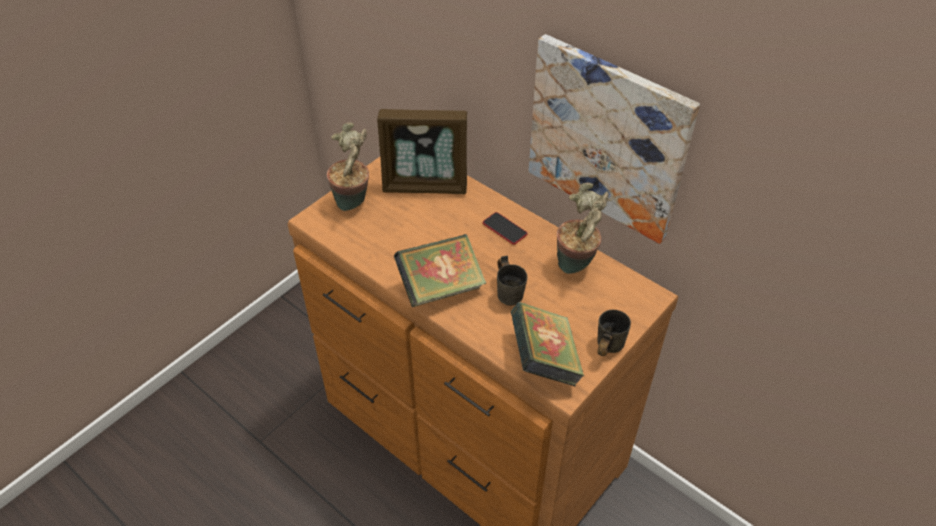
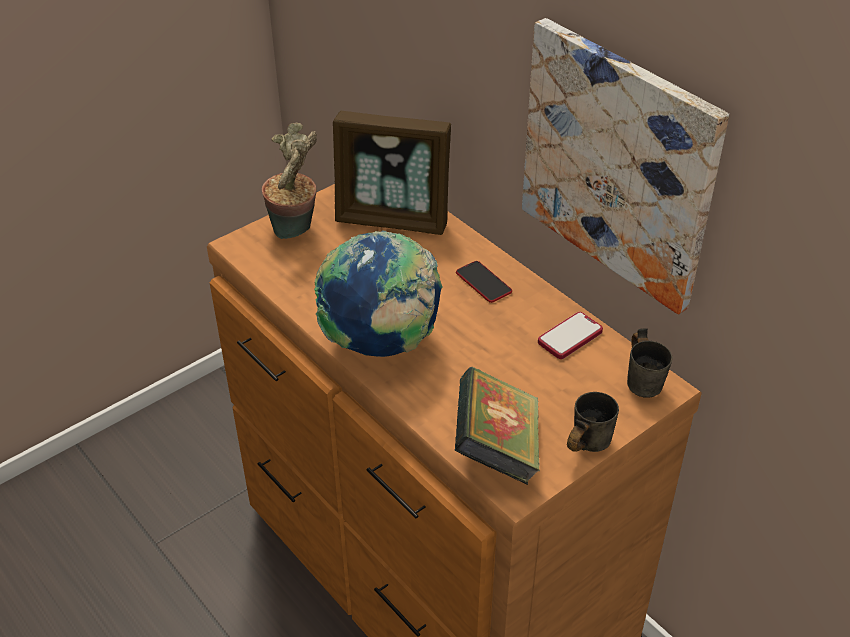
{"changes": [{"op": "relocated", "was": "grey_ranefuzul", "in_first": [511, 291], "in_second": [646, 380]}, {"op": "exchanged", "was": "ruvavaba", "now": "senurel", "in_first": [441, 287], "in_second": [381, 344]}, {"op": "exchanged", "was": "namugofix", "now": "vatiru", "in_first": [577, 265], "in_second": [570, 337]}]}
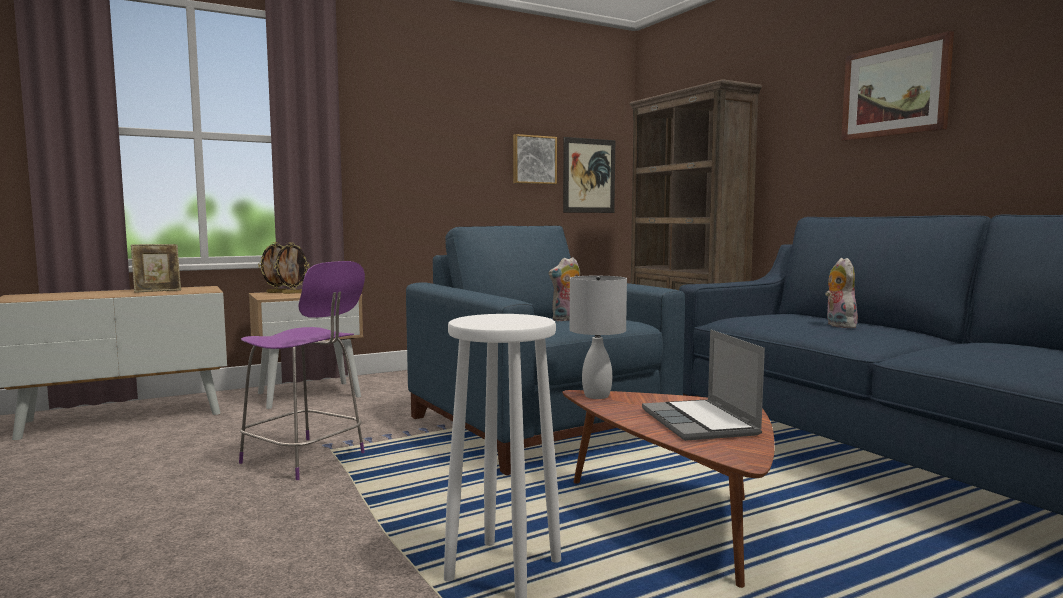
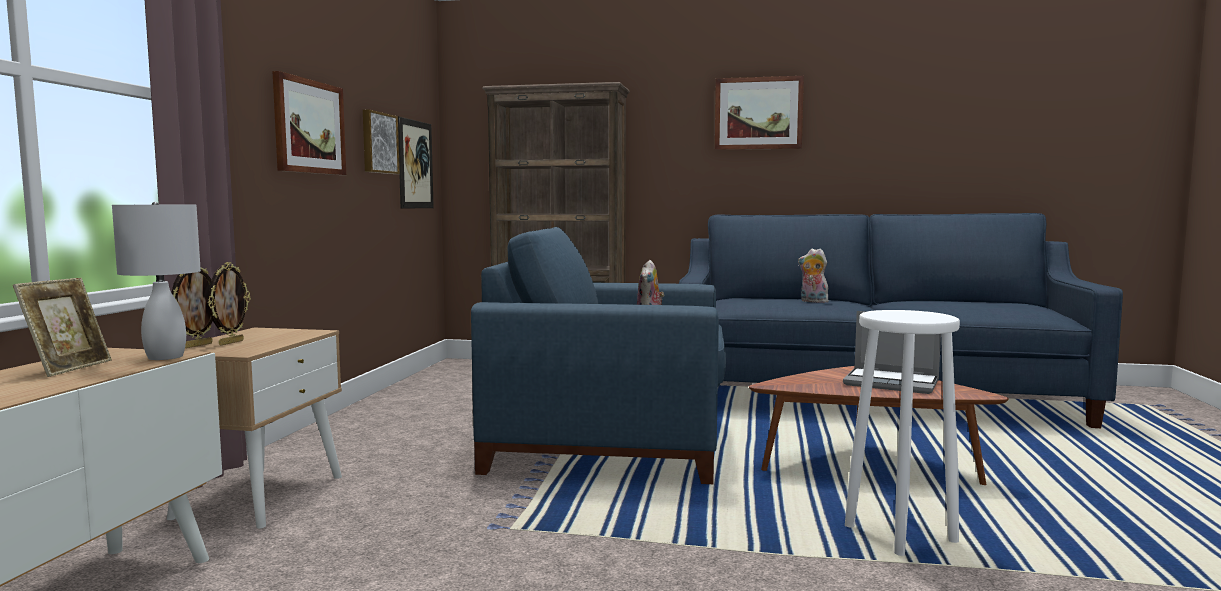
{"changes": [{"op": "missing", "was": "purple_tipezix", "in_first": [306, 459]}, {"op": "appeared", "now": "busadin", "in_second": [309, 127]}, {"op": "relocated", "was": "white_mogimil", "in_first": [597, 396], "in_second": [166, 357]}]}
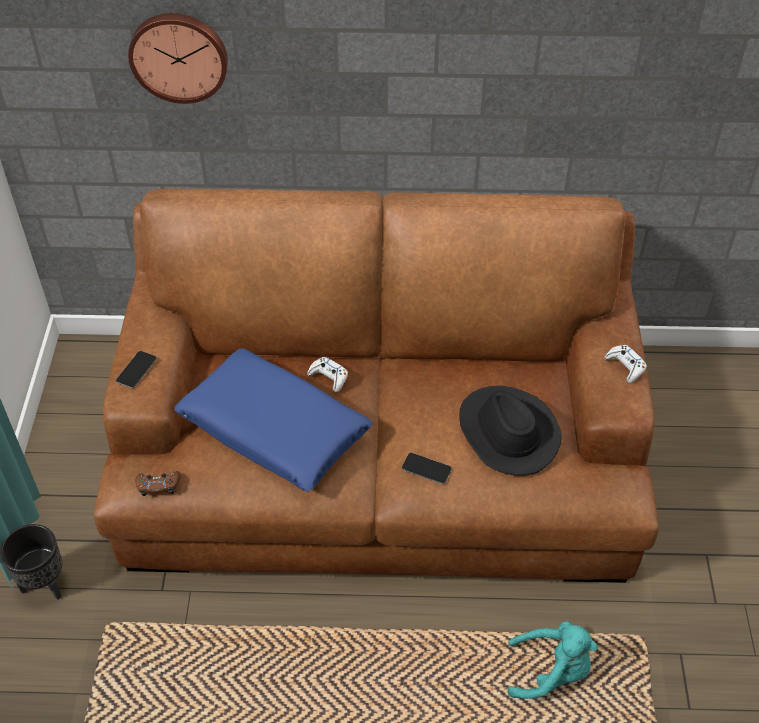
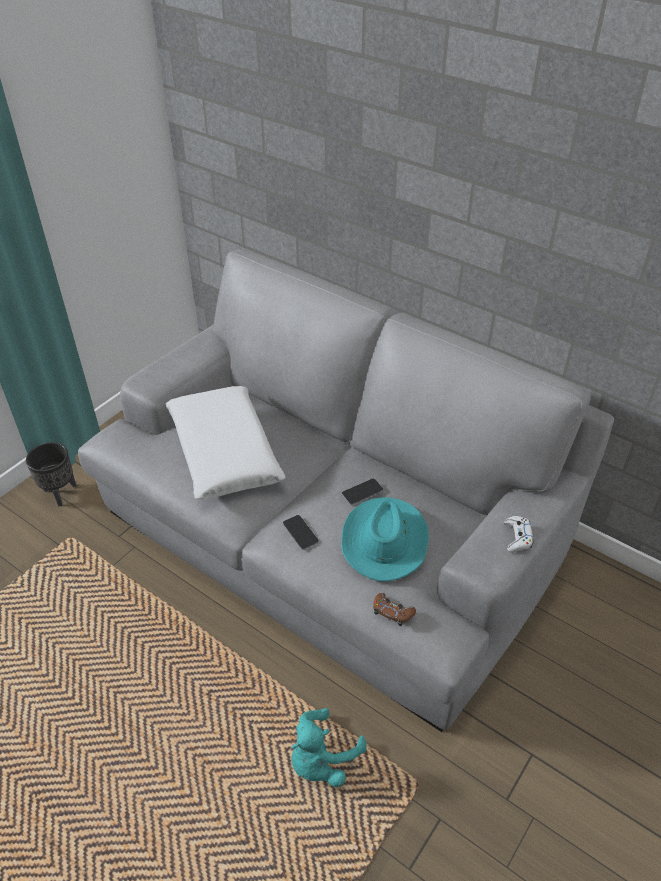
{"changes": [{"op": "missing", "was": "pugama", "in_first": [179, 56]}, {"op": "missing", "was": "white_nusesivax", "in_first": [329, 377]}, {"op": "relocated", "was": "vatiru", "in_first": [136, 370], "in_second": [362, 492]}, {"op": "relocated", "was": "brown_nusesivax", "in_first": [158, 485], "in_second": [392, 612]}, {"op": "colour", "was": "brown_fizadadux", "now": "grey_fizadadux", "in_first": [379, 457], "in_second": [331, 531]}, {"op": "colour", "was": "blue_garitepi", "now": "white_garitepi", "in_first": [273, 430], "in_second": [224, 452]}, {"op": "colour", "was": "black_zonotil", "now": "turquoise_zonotil", "in_first": [506, 432], "in_second": [384, 540]}, {"op": "spun", "was": "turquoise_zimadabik", "in_first": [551, 672], "in_second": [321, 760], "clockwise": 90}]}
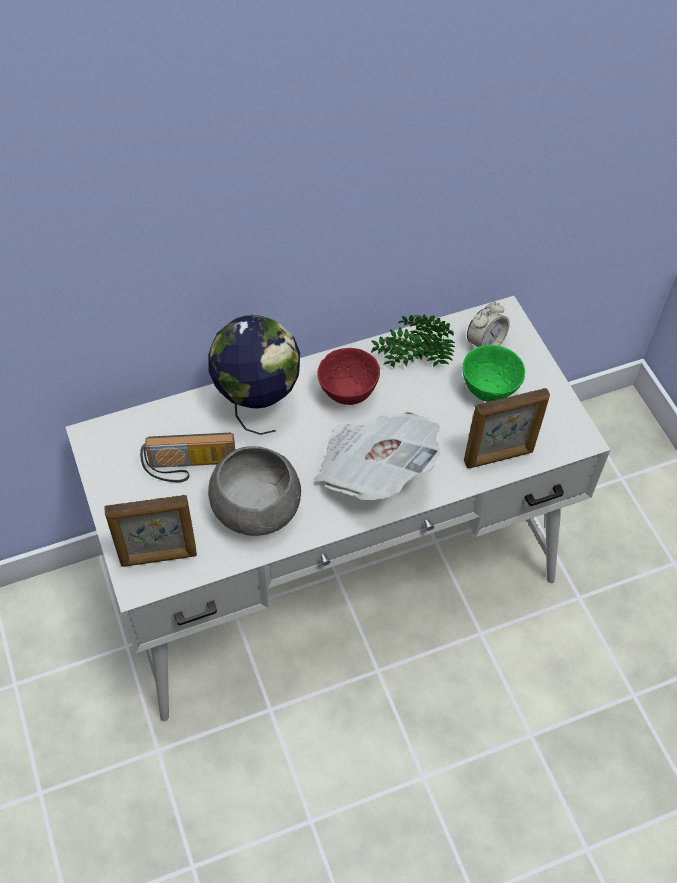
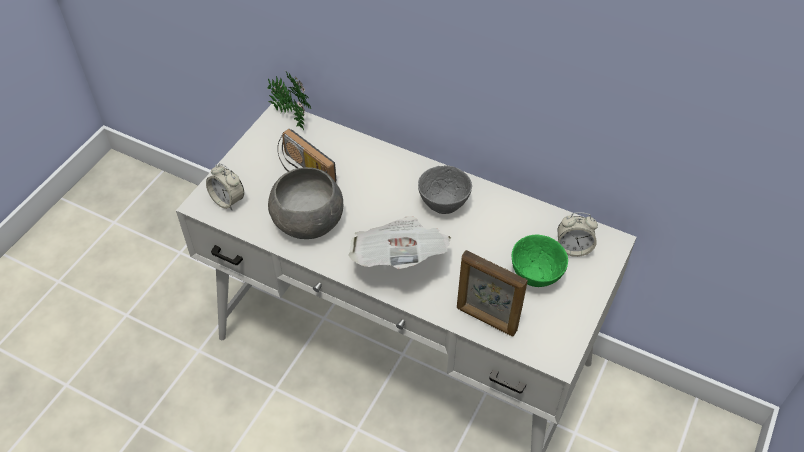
{"changes": [{"op": "missing", "was": "senurel", "in_first": [257, 403]}, {"op": "relocated", "was": "namugofix", "in_first": [411, 362], "in_second": [291, 116]}, {"op": "exchanged", "was": "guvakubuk", "now": "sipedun", "in_first": [159, 557], "in_second": [228, 200]}, {"op": "colour", "was": "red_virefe", "now": "grey_virefe", "in_first": [349, 394], "in_second": [443, 206]}]}
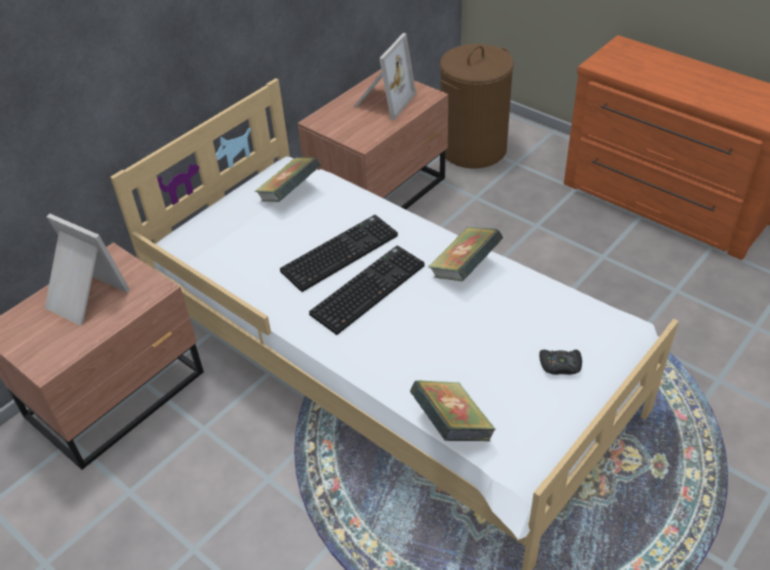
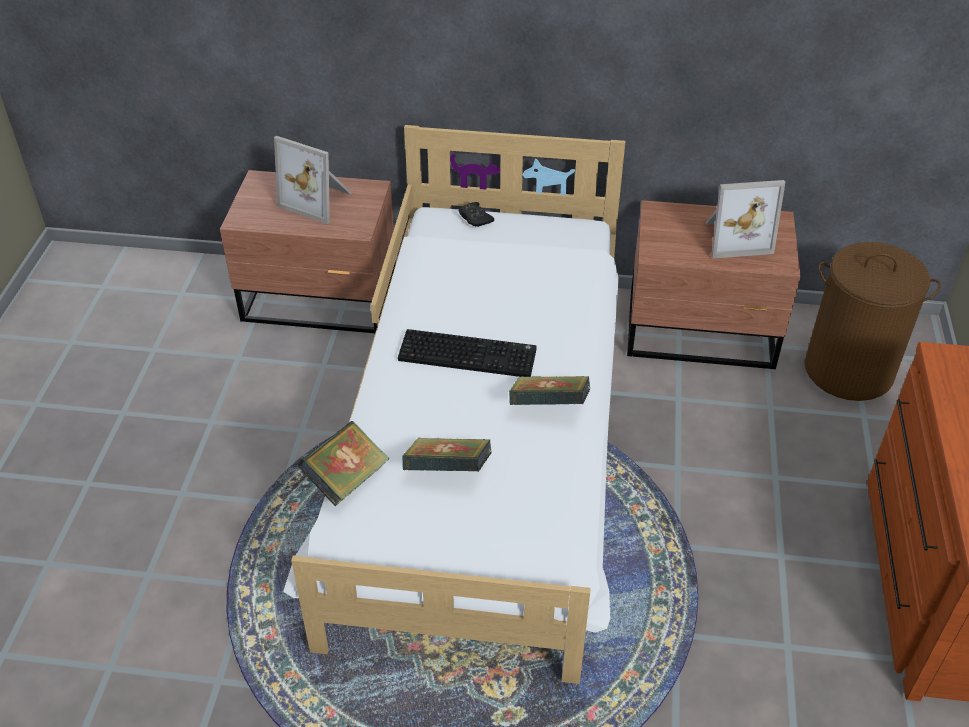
{"changes": [{"op": "missing", "was": "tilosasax", "in_first": [340, 252]}, {"op": "relocated", "was": "ruvavaba", "in_first": [290, 194], "in_second": [447, 471]}, {"op": "relocated", "was": "black_nusesivax", "in_first": [560, 365], "in_second": [475, 218]}, {"op": "spun", "was": "guvakubuk", "in_first": [83, 298], "in_second": [318, 200], "clockwise": 120}]}
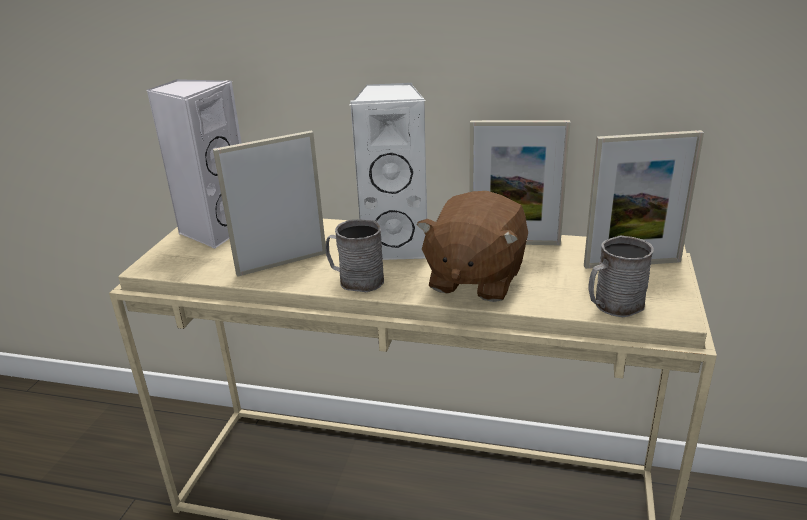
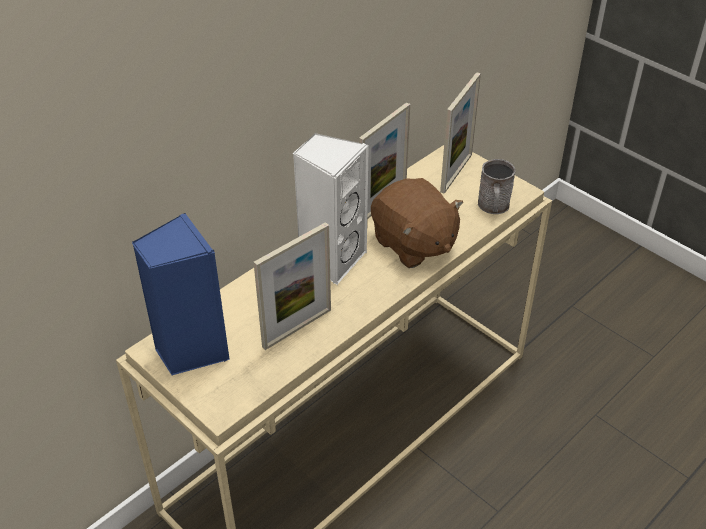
{"changes": [{"op": "missing", "was": "grey_ranefuzul", "in_first": [355, 280]}, {"op": "colour", "was": "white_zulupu", "now": "blue_zulupu", "in_first": [215, 231], "in_second": [190, 350]}, {"op": "spun", "was": "guvakubuk", "in_first": [282, 263], "in_second": [297, 328], "clockwise": -135}]}
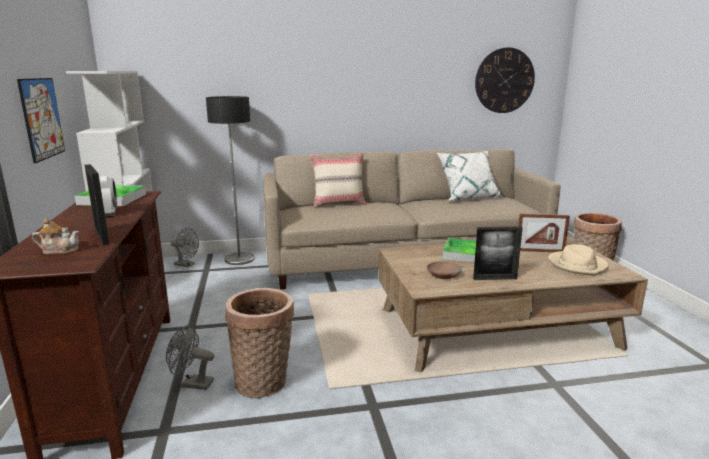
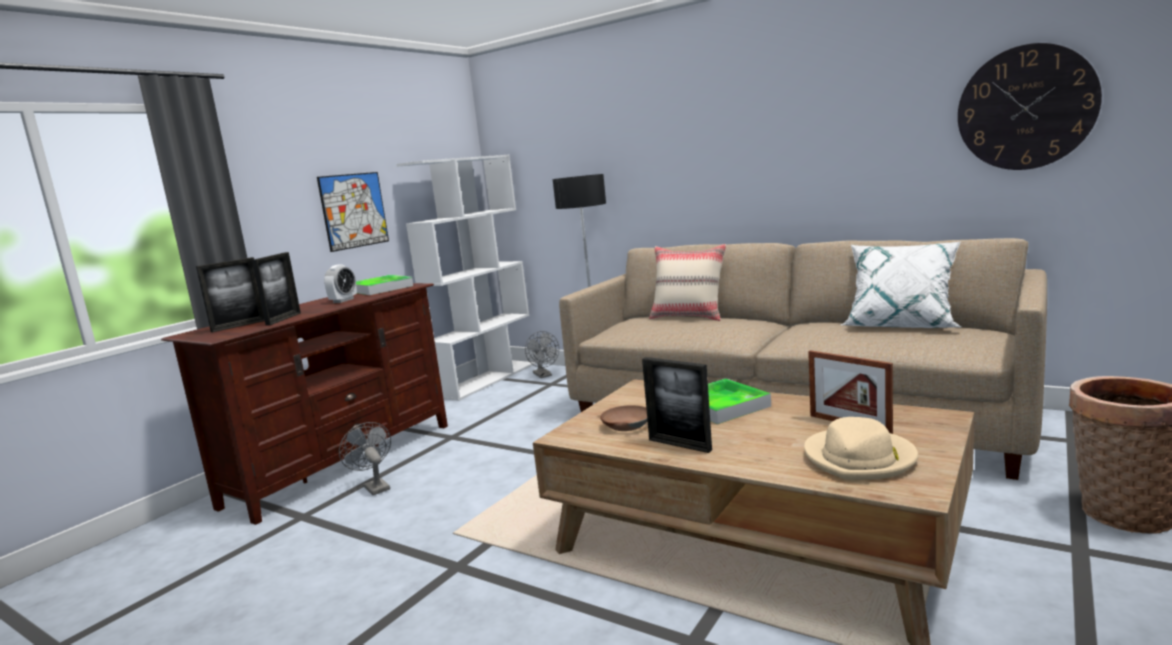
{"changes": [{"op": "missing", "was": "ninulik", "in_first": [264, 382]}, {"op": "exchanged", "was": "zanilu", "now": "guvakubuk", "in_first": [60, 250], "in_second": [239, 326]}]}
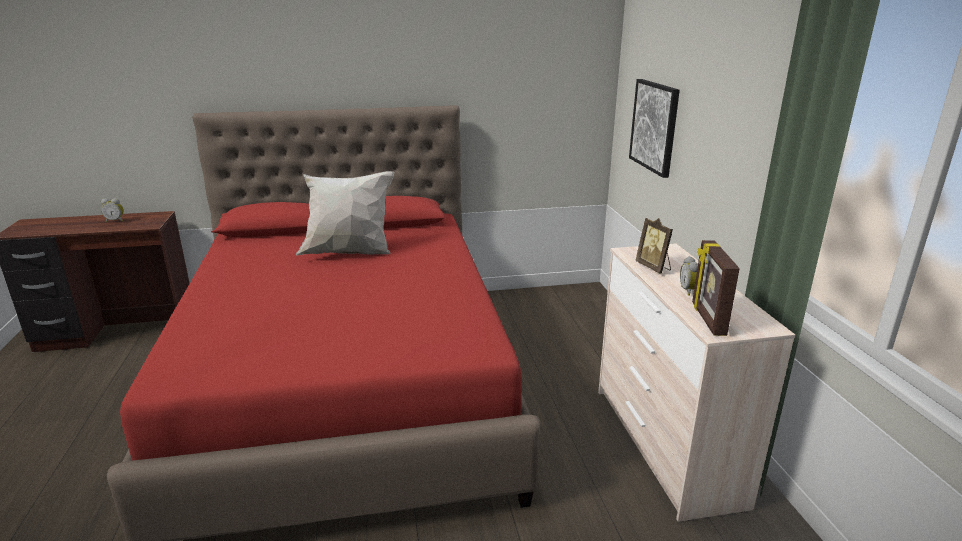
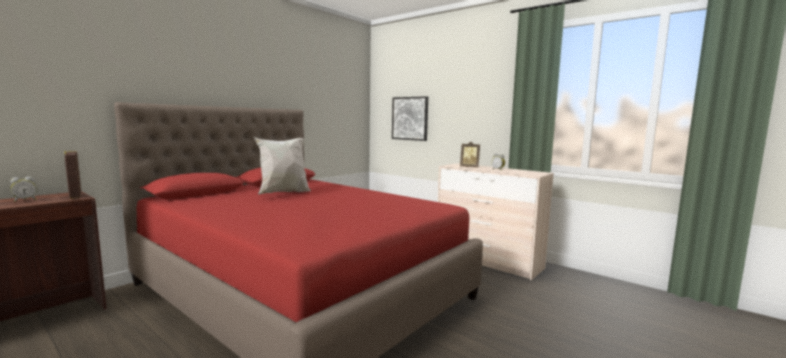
{"changes": [{"op": "relocated", "was": "guvakubuk", "in_first": [707, 319], "in_second": [75, 195]}]}
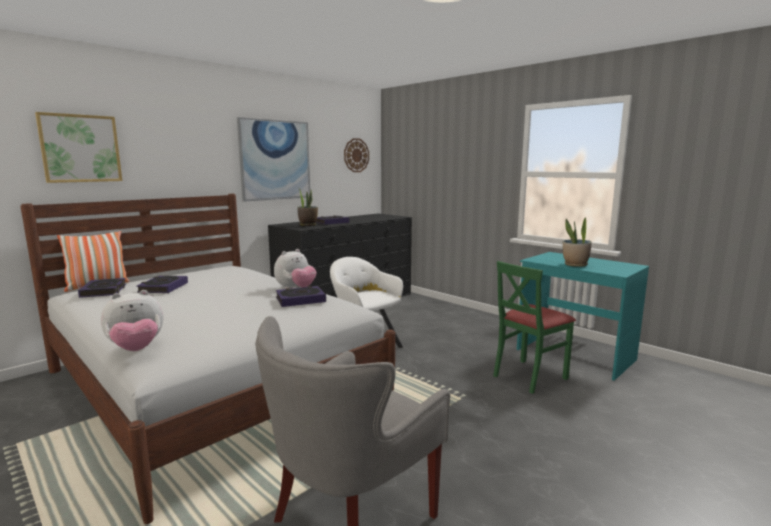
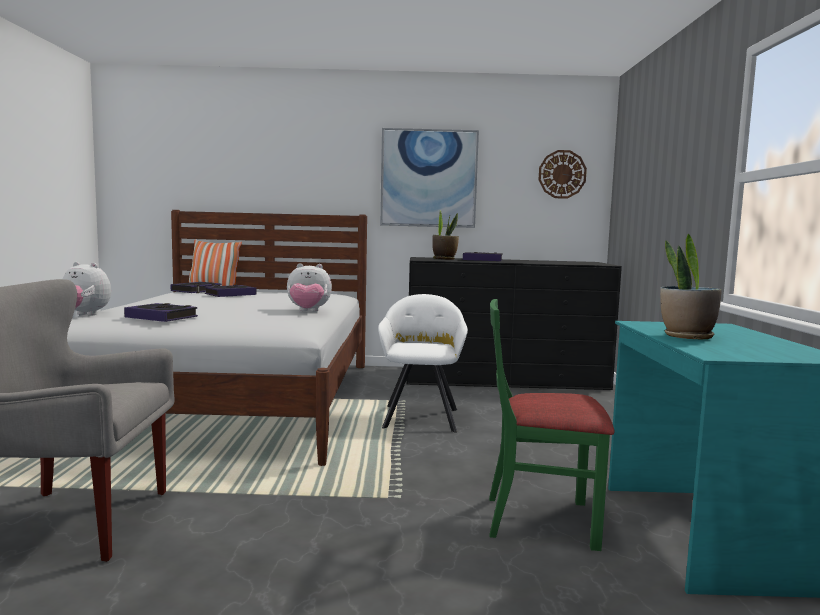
{"changes": [{"op": "missing", "was": "busadin", "in_first": [80, 148]}, {"op": "relocated", "was": "ruvavaba", "in_first": [300, 300], "in_second": [161, 317]}]}
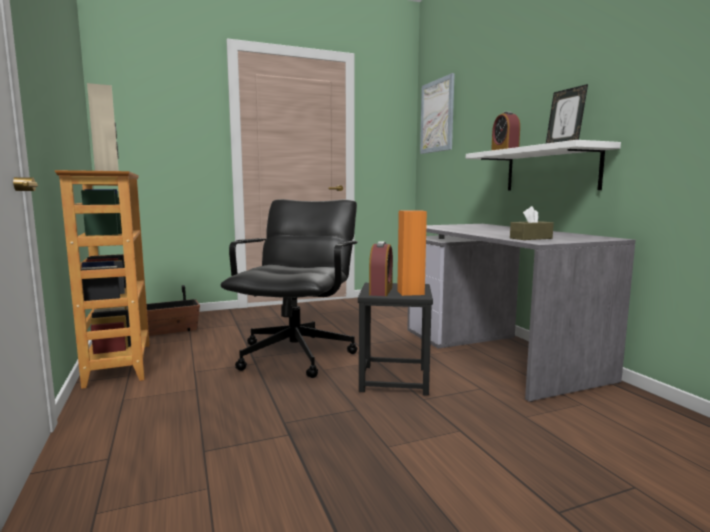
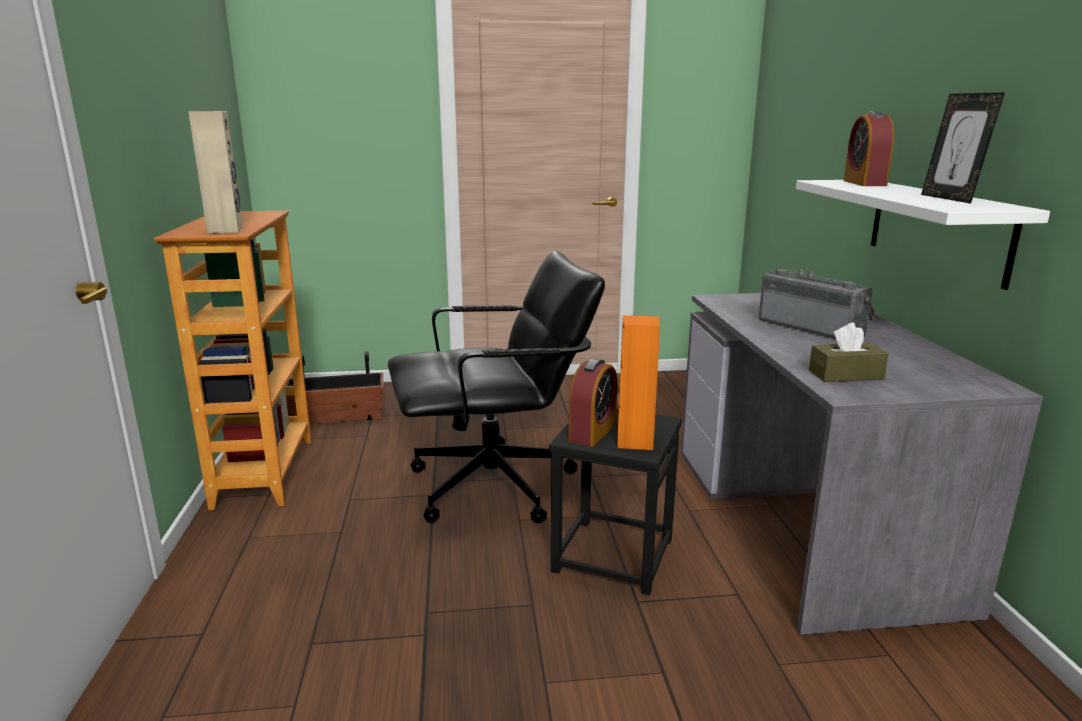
{"changes": [{"op": "missing", "was": "busadin", "in_first": [437, 116]}, {"op": "appeared", "now": "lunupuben", "in_second": [813, 328]}, {"op": "spun", "was": "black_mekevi", "in_first": [297, 355], "in_second": [495, 486], "clockwise": 45}]}
